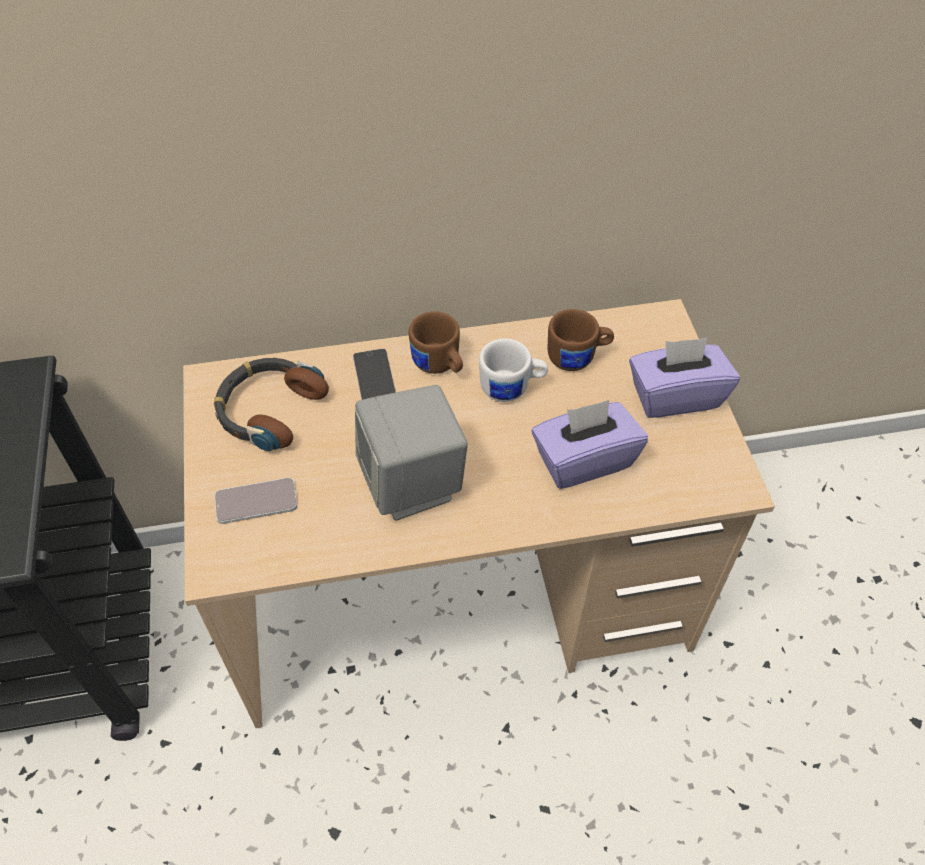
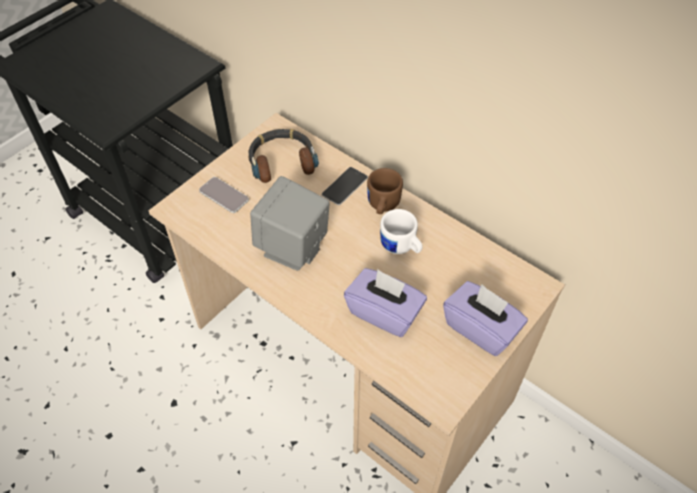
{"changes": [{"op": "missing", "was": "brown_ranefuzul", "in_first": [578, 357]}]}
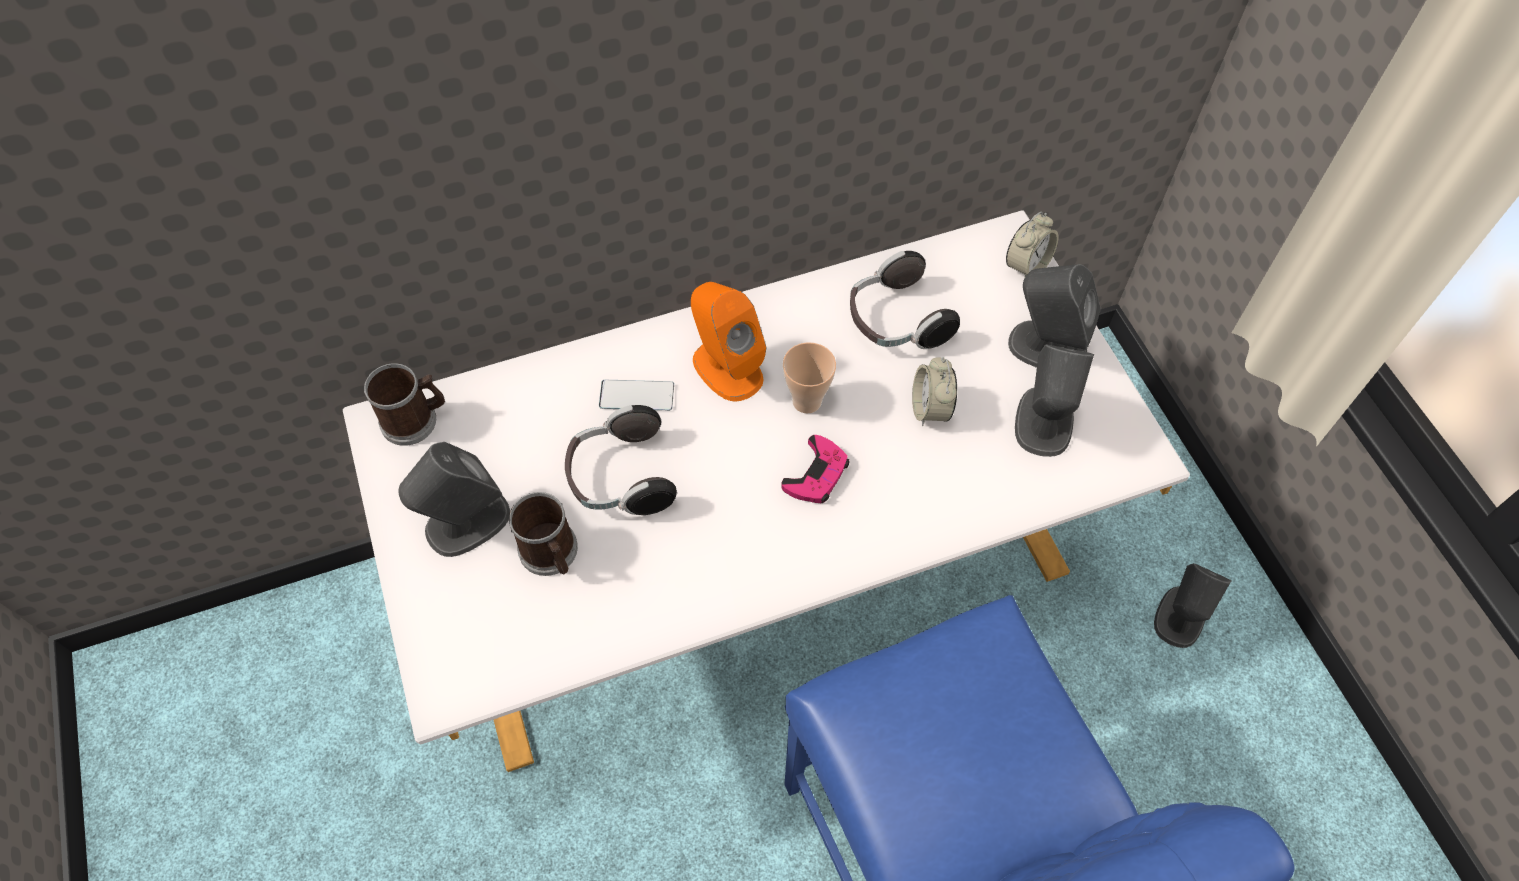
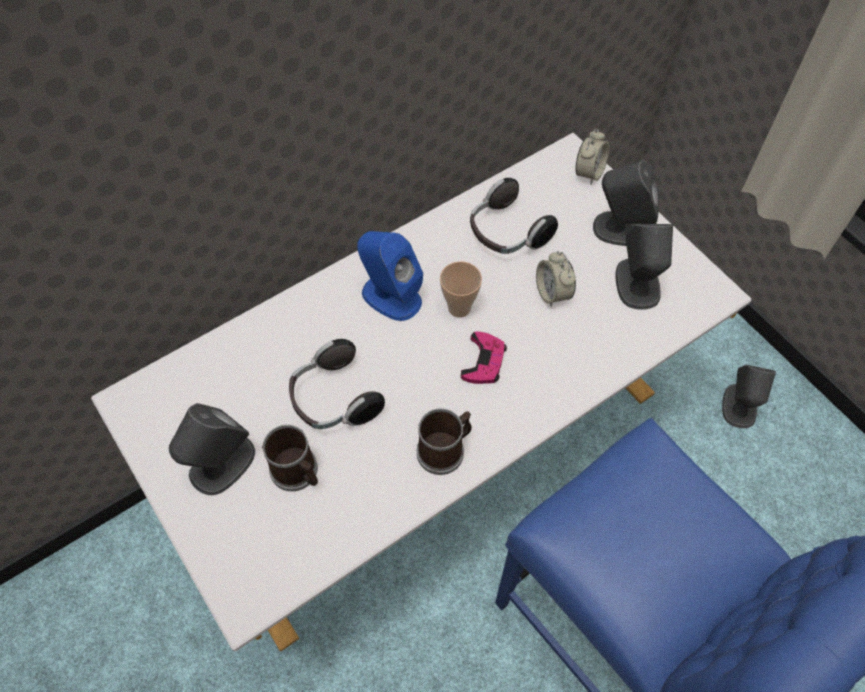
{"changes": [{"op": "missing", "was": "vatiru", "in_first": [636, 396]}, {"op": "relocated", "was": "ranefuzul", "in_first": [415, 420], "in_second": [445, 450]}, {"op": "colour", "was": "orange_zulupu", "now": "blue_zulupu", "in_first": [727, 368], "in_second": [391, 296]}]}
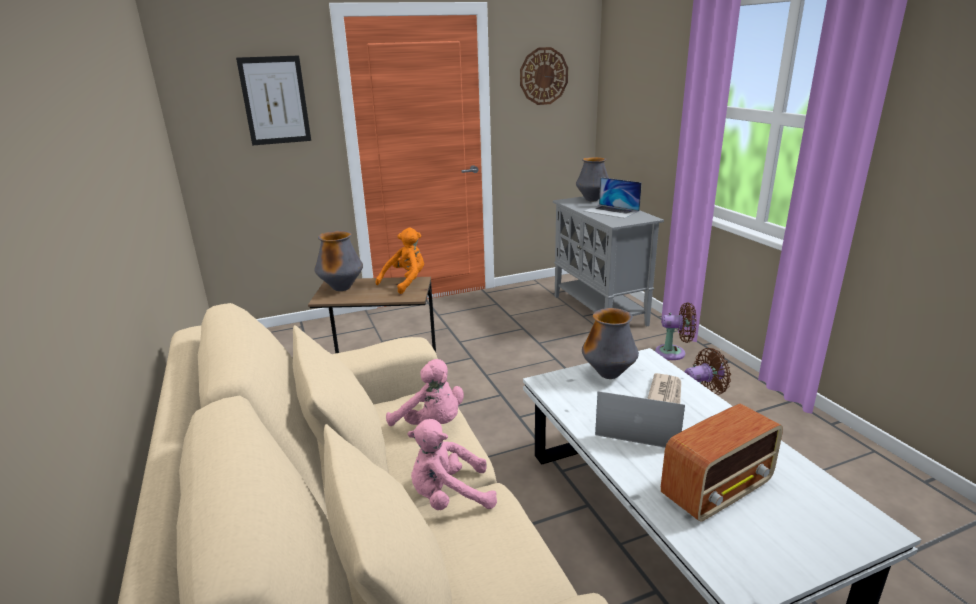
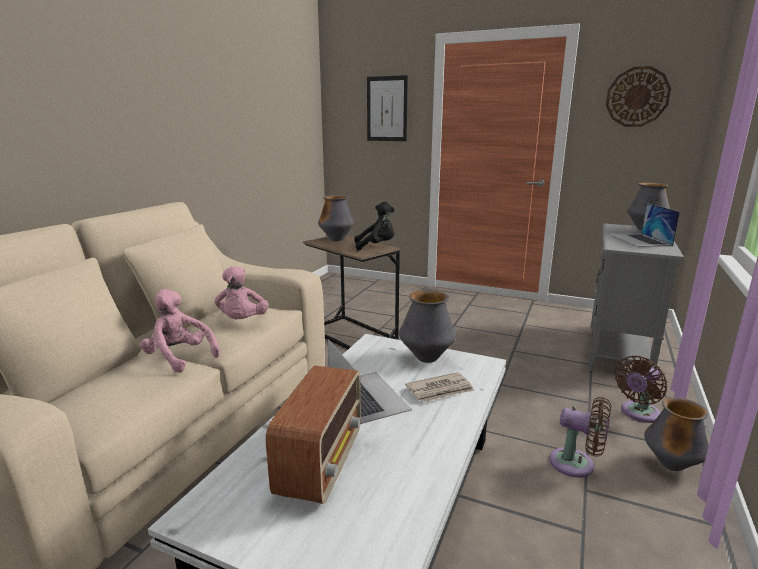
{"changes": [{"op": "appeared", "now": "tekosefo", "in_second": [671, 465]}, {"op": "colour", "was": "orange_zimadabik", "now": "black_zimadabik", "in_first": [406, 282], "in_second": [376, 246]}, {"op": "spun", "was": "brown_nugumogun", "in_first": [673, 353], "in_second": [638, 413], "clockwise": 90}, {"op": "spun", "was": "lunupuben", "in_first": [717, 490], "in_second": [321, 462], "clockwise": -90}]}
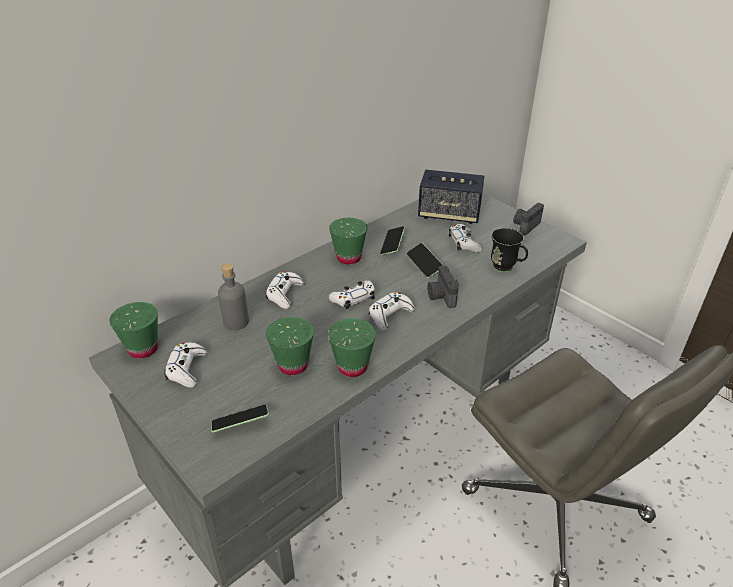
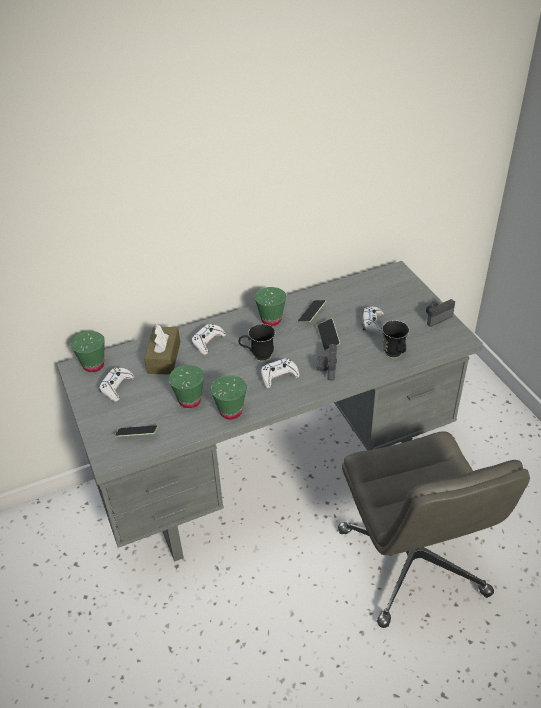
{"changes": [{"op": "missing", "was": "zulupu", "in_first": [449, 214]}, {"op": "exchanged", "was": "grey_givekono", "now": "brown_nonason", "in_first": [236, 322], "in_second": [164, 357]}, {"op": "exchanged", "was": "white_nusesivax", "now": "black_ranefuzul", "in_first": [353, 298], "in_second": [257, 356]}]}
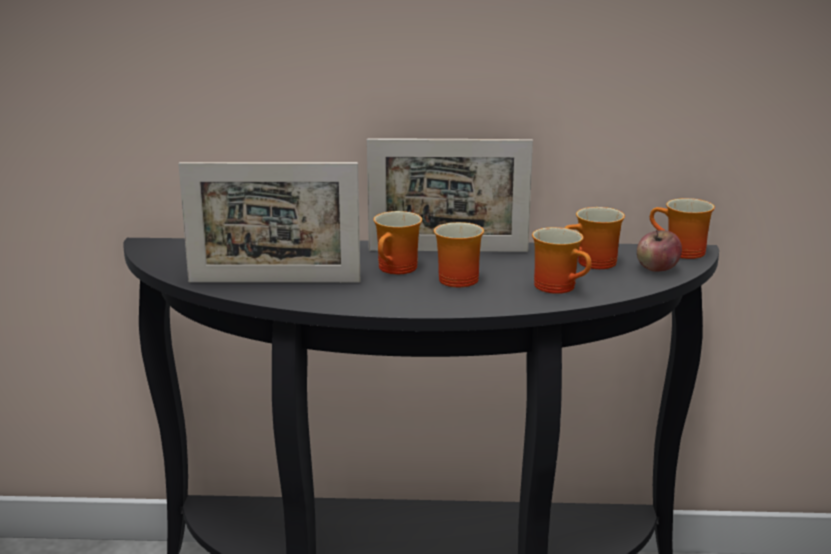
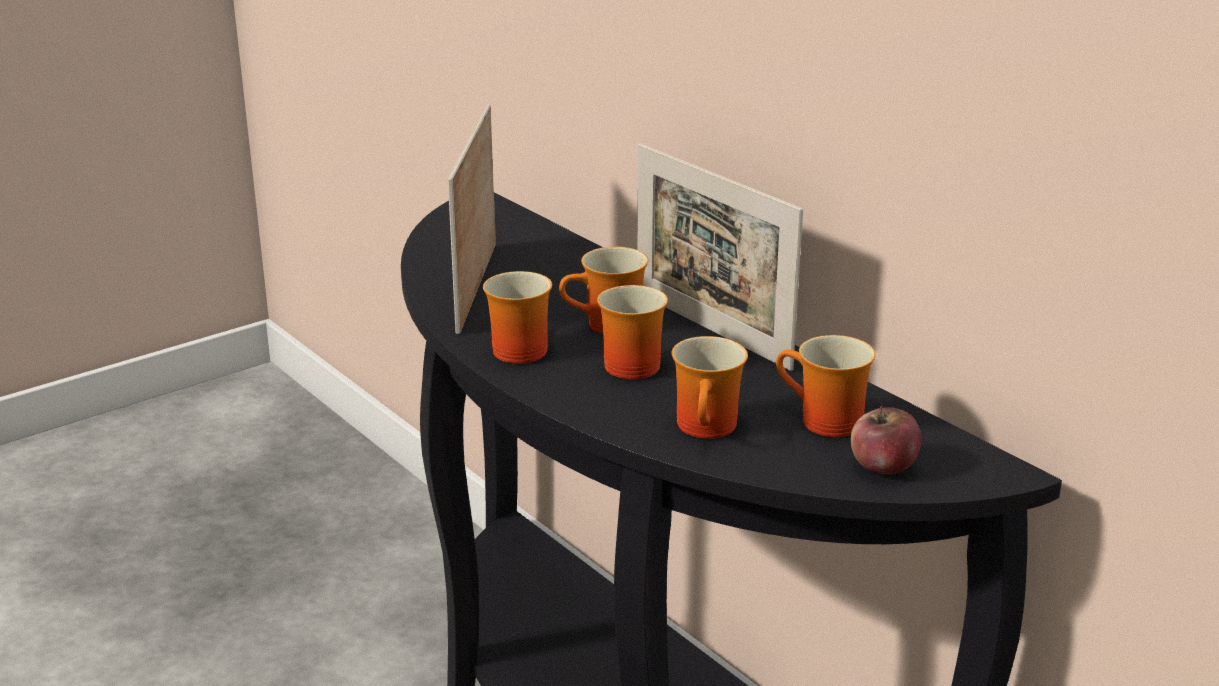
{"changes": [{"op": "relocated", "was": "ranefuzul", "in_first": [680, 252], "in_second": [514, 348]}, {"op": "spun", "was": "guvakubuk", "in_first": [274, 282], "in_second": [476, 286], "clockwise": 45}]}
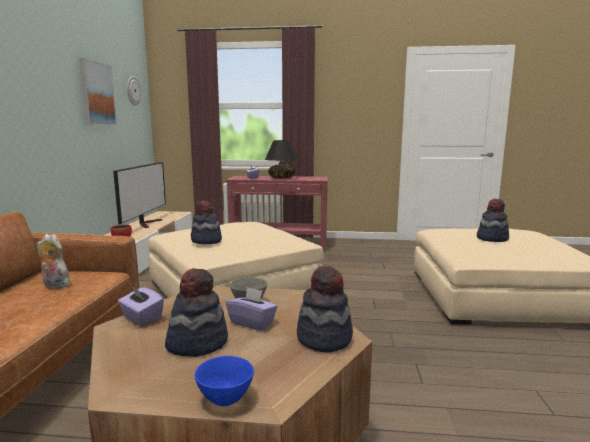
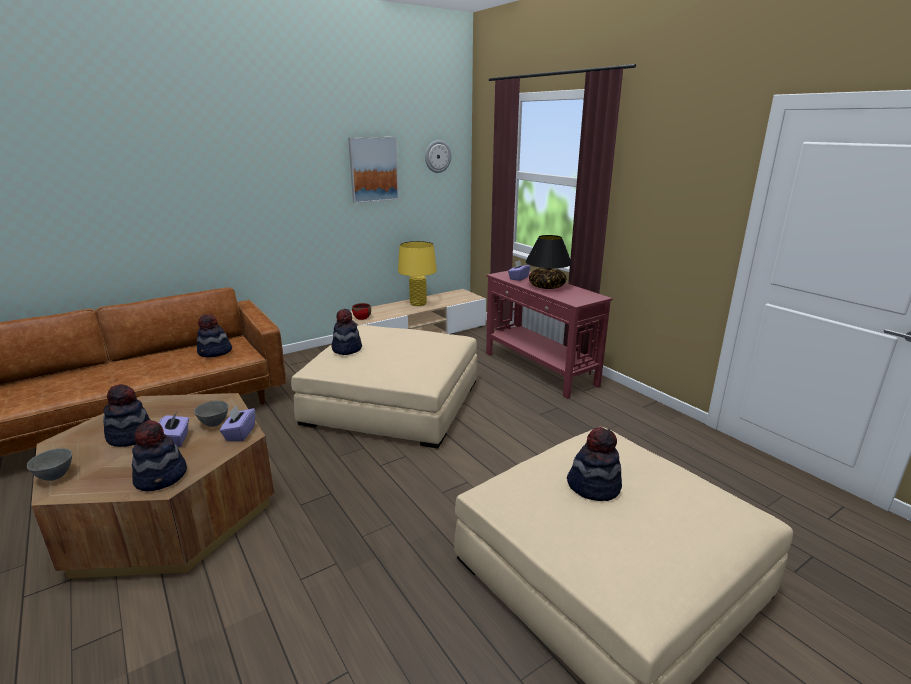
{"changes": [{"op": "relocated", "was": "purple_nonason", "in_first": [141, 318], "in_second": [240, 433]}, {"op": "exchanged", "was": "zimadabik", "now": "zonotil", "in_first": [54, 285], "in_second": [215, 352]}, {"op": "exchanged", "was": "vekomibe", "now": "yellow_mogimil", "in_first": [147, 223], "in_second": [418, 304]}, {"op": "colour", "was": "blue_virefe", "now": "grey_virefe", "in_first": [226, 399], "in_second": [55, 476]}]}
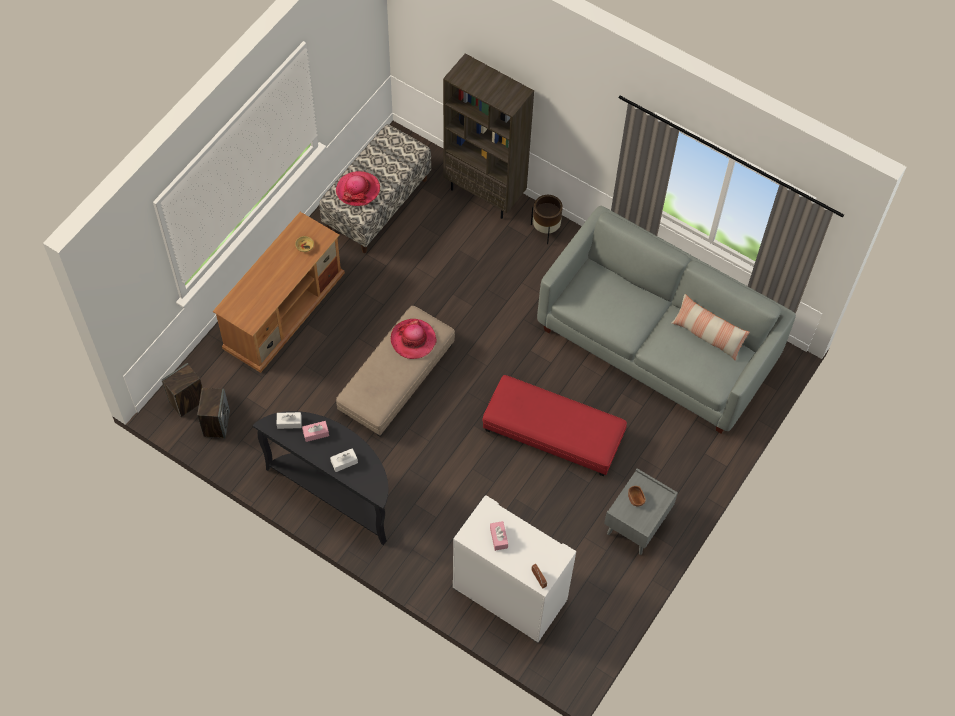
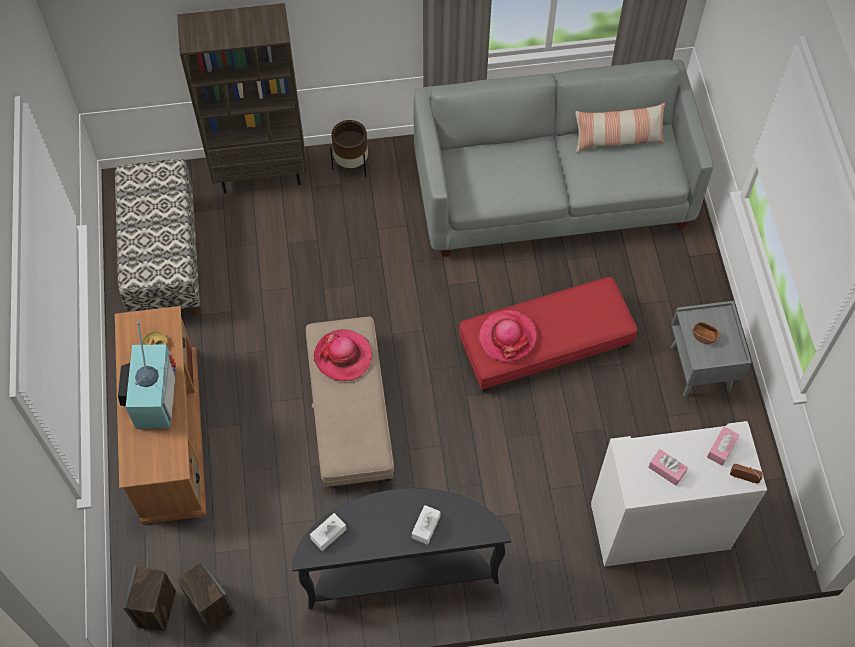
{"changes": [{"op": "appeared", "now": "vekomibe", "in_second": [151, 396]}, {"op": "relocated", "was": "pink_nonason", "in_first": [316, 433], "in_second": [721, 448]}, {"op": "relocated", "was": "zonotil", "in_first": [358, 190], "in_second": [507, 337]}]}
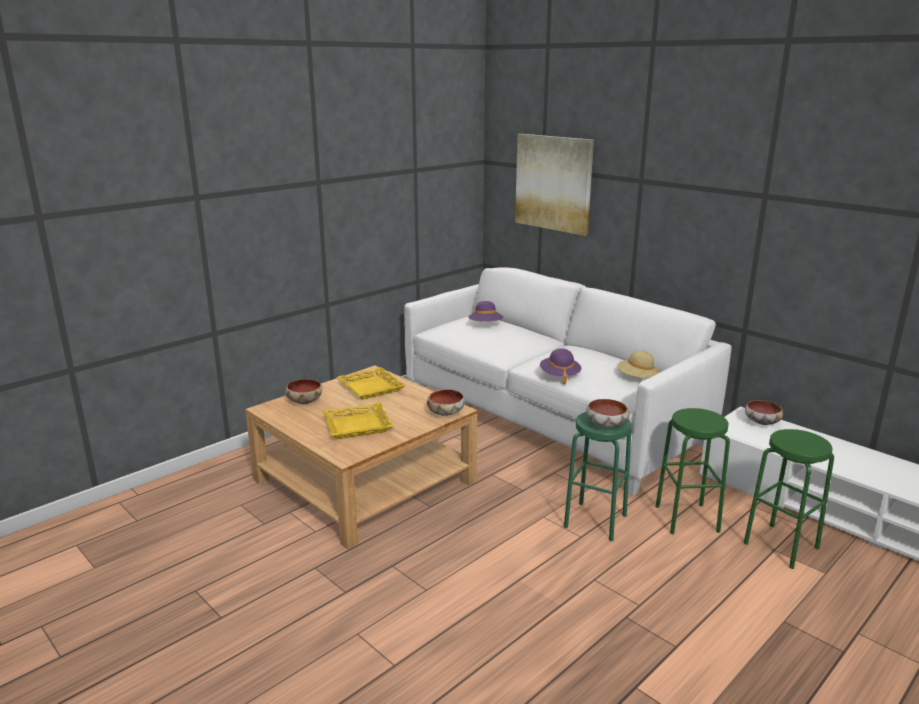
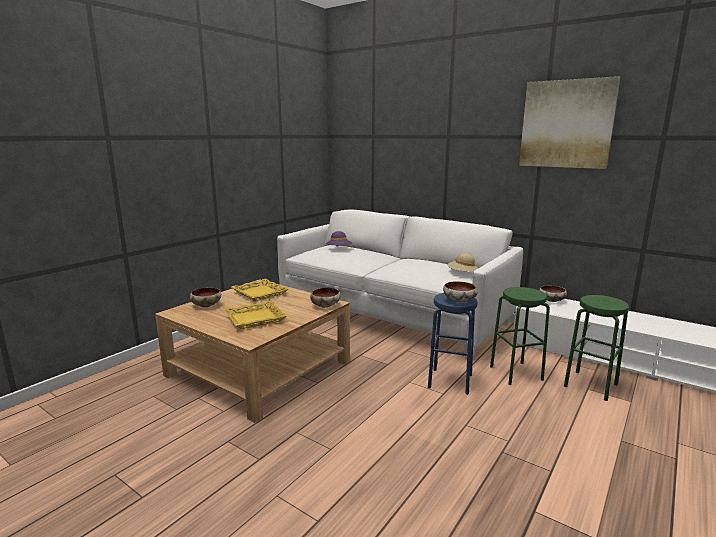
{"changes": [{"op": "missing", "was": "purple_zonotil", "in_first": [559, 376]}, {"op": "relocated", "was": "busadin", "in_first": [553, 183], "in_second": [566, 124]}, {"op": "colour", "was": "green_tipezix", "now": "blue_tipezix", "in_first": [595, 521], "in_second": [450, 381]}]}
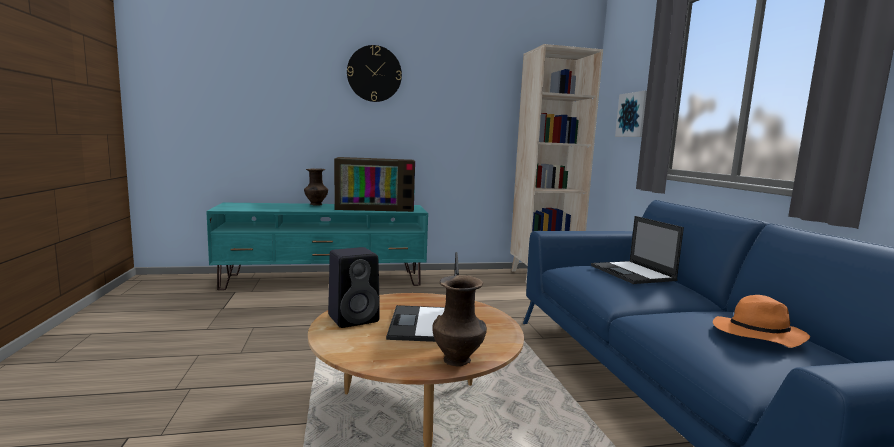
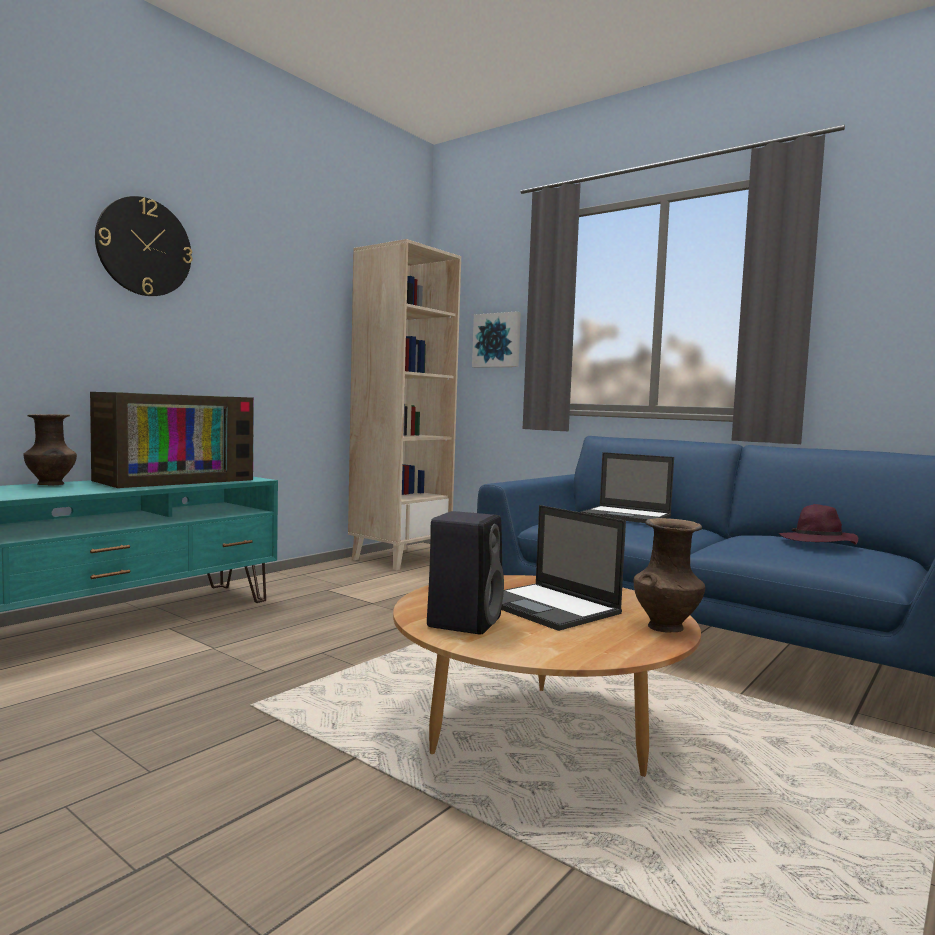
{"changes": [{"op": "colour", "was": "orange_zonotil", "now": "purple_zonotil", "in_first": [756, 335], "in_second": [818, 542]}]}
